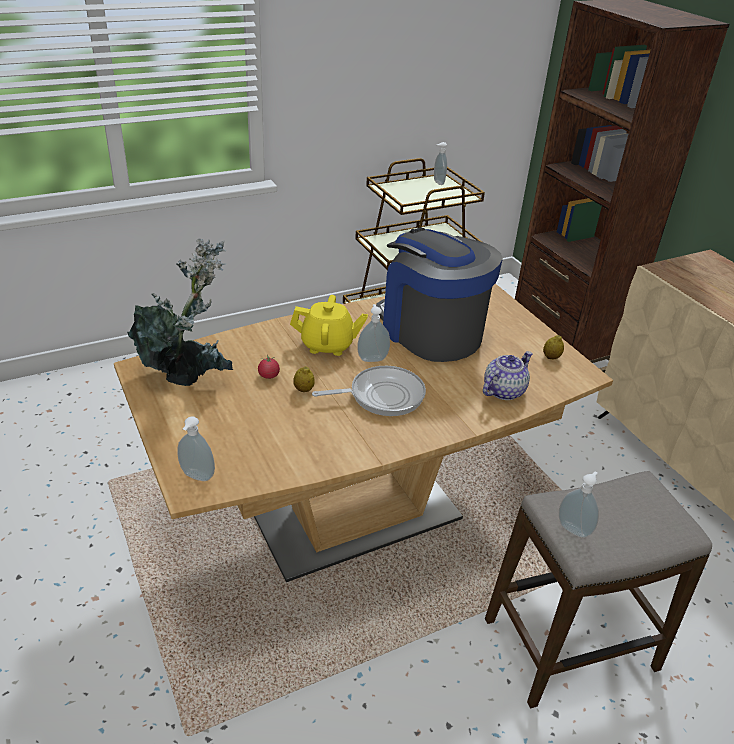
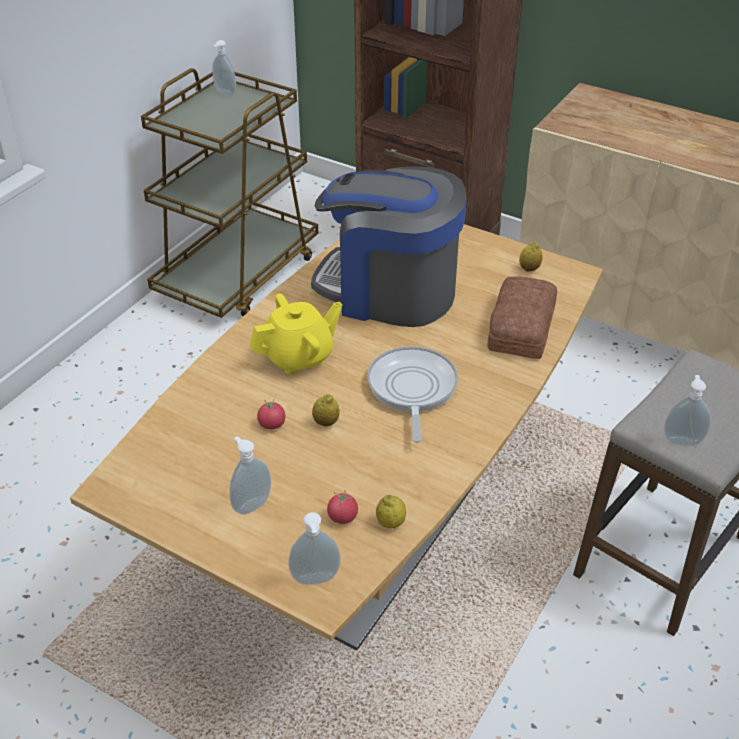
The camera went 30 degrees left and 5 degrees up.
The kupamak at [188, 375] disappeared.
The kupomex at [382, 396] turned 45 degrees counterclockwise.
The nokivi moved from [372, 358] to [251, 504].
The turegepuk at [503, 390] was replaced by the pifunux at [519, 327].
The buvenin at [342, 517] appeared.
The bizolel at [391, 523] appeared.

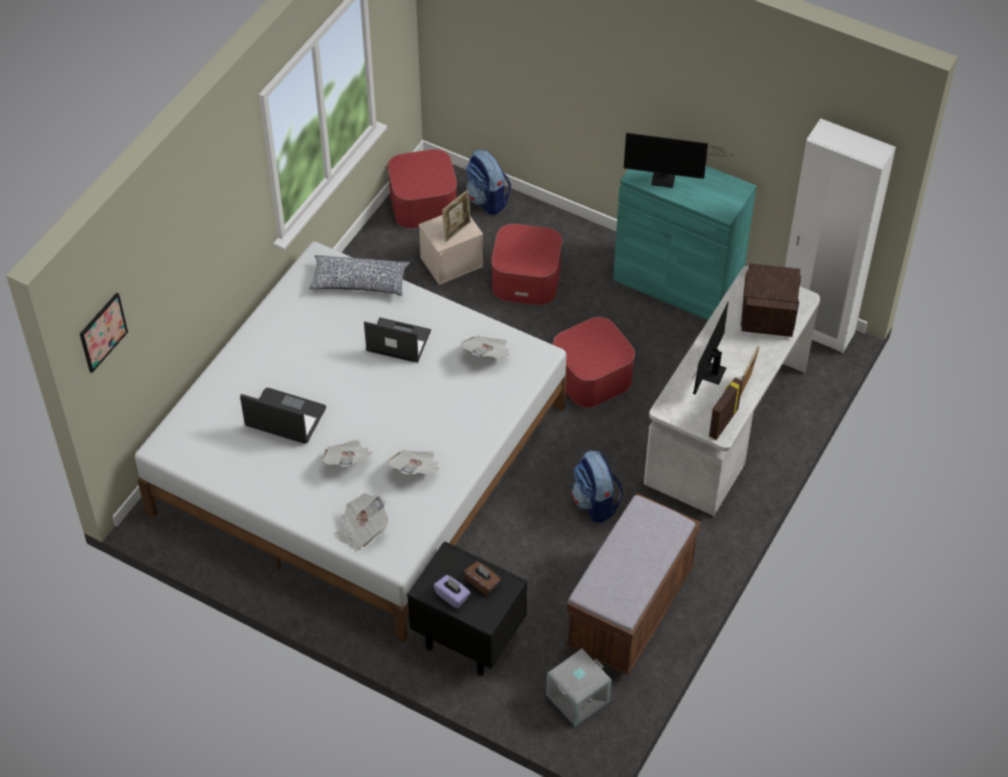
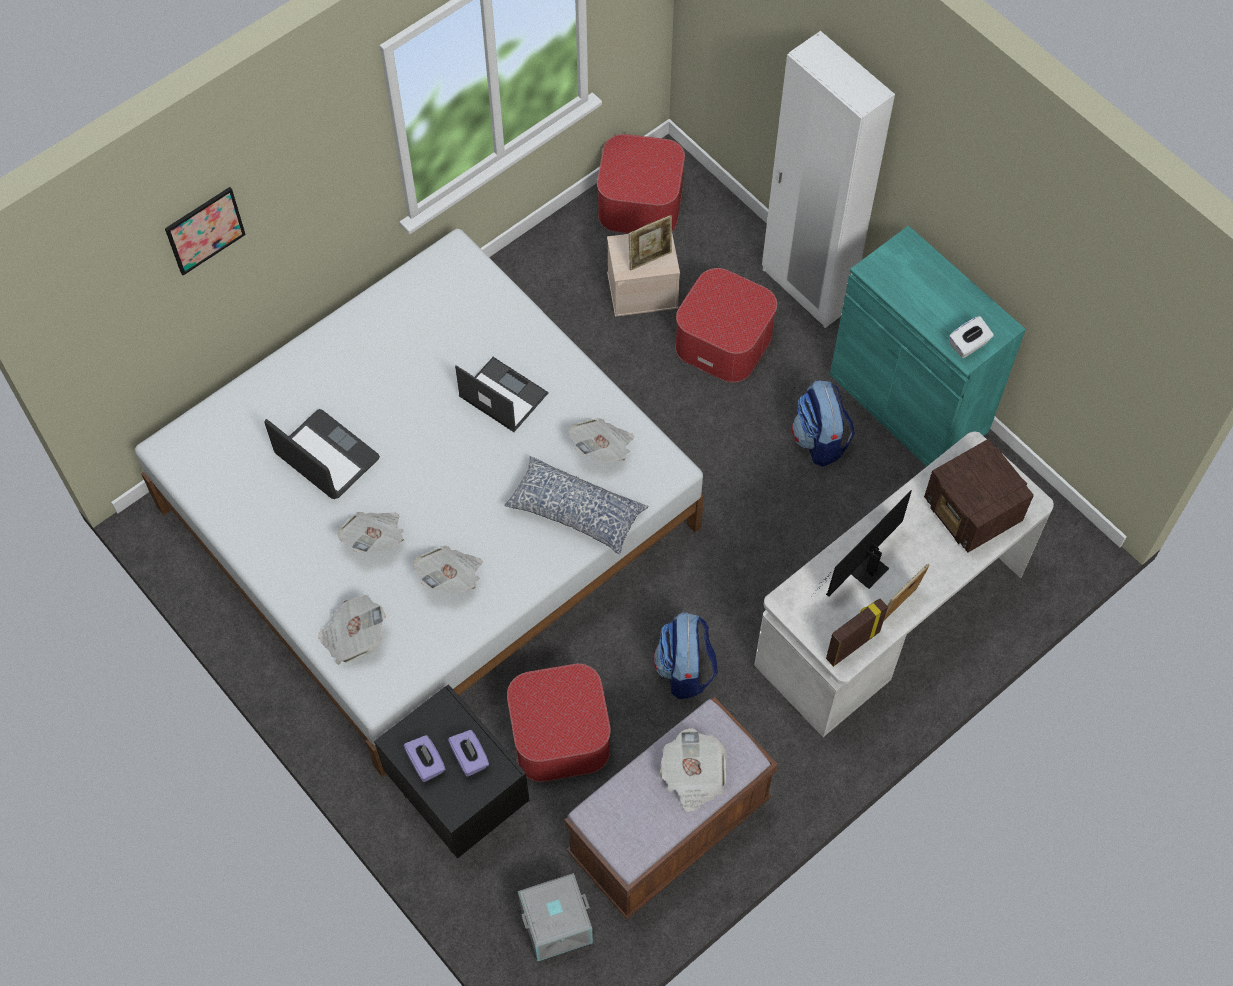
The camera went 20 degrees right and 10 degrees up.
The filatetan moved from [103, 332] to [205, 230].
The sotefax moved from [359, 282] to [575, 512].
The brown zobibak at [482, 583] became the purple zobibak at [470, 758].
The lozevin moved from [487, 200] to [820, 440].
The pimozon moved from [592, 376] to [559, 734].
The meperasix at [667, 180] disappeared.
The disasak at [767, 316] turned 60 degrees counterclockwise.
The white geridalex moved from [814, 329] to [805, 289].
The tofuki at [693, 777] appeared.
The white zobibak at [968, 345] appeared.

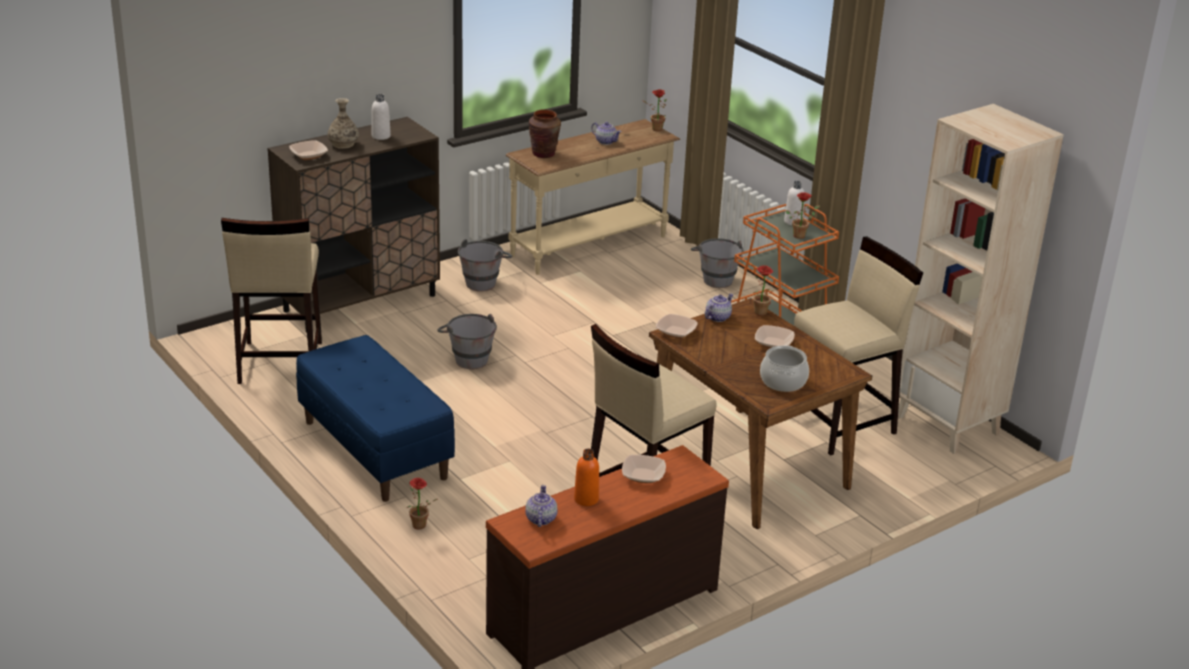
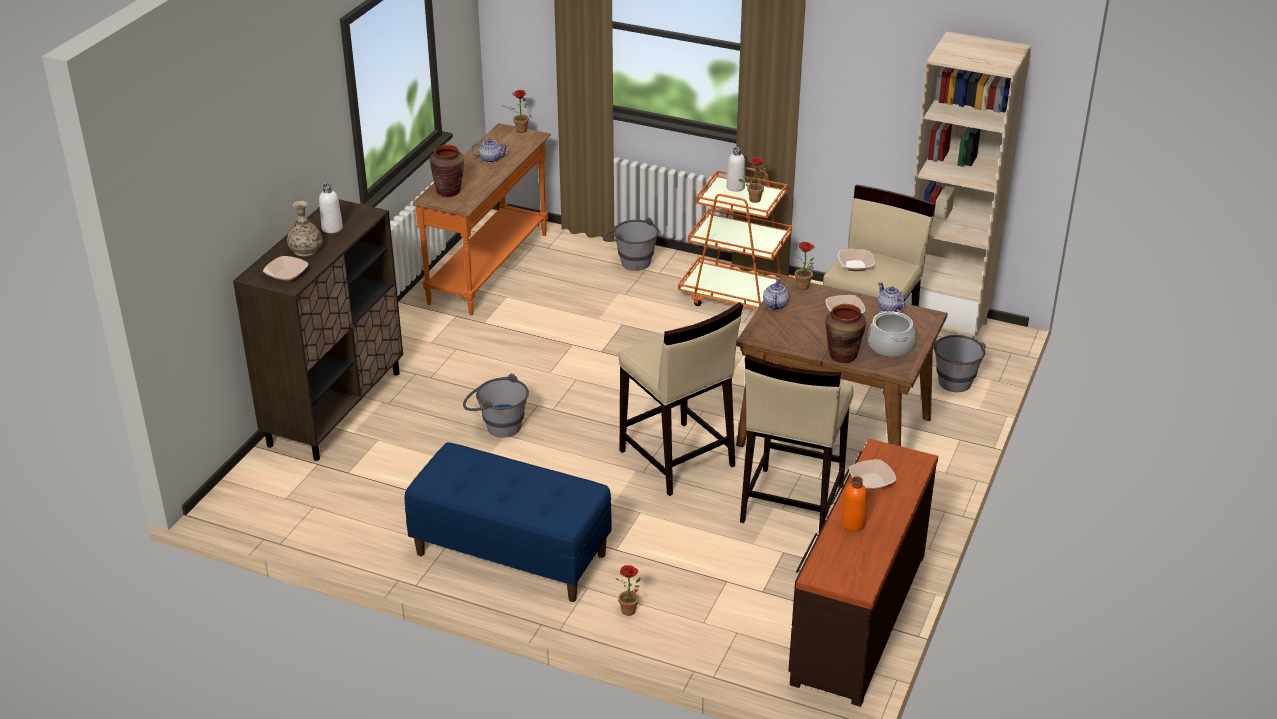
The camera went 30 degrees left and 5 degrees up.
The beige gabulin moved from [279, 363] to [677, 459].
The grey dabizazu moved from [484, 281] to [953, 378].
The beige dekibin at [590, 247] became the orange dekibin at [490, 268].
The turegepuk moved from [540, 519] to [889, 309].
The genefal moved from [676, 332] to [855, 265].
The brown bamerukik at [842, 356] appeared.

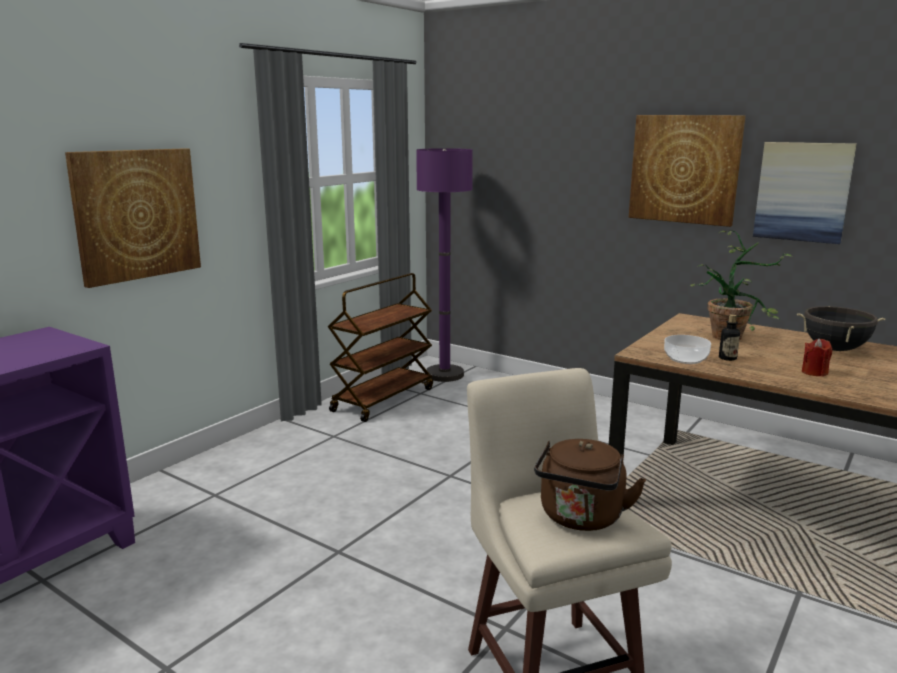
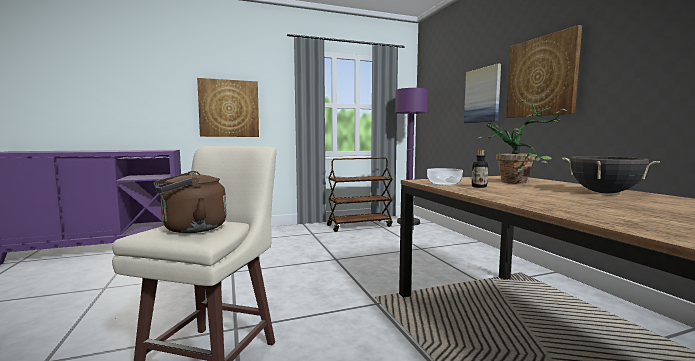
The camera went 35 degrees right and 10 degrees down.
The filatetan moved from [802, 192] to [482, 95].
The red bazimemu at [814, 372] disappeared.

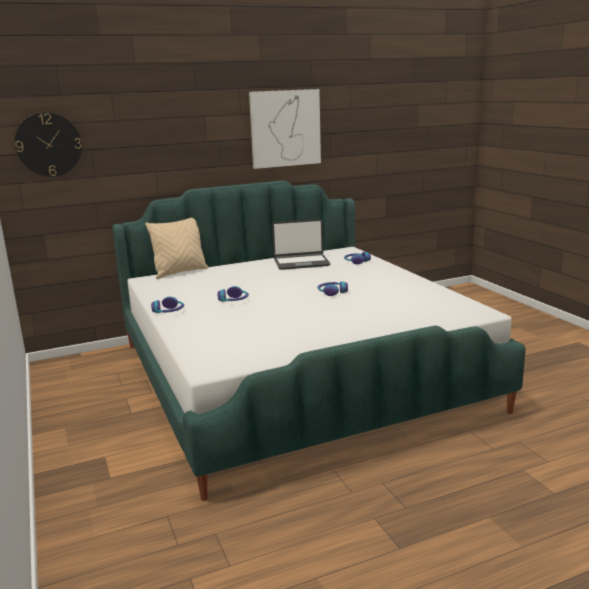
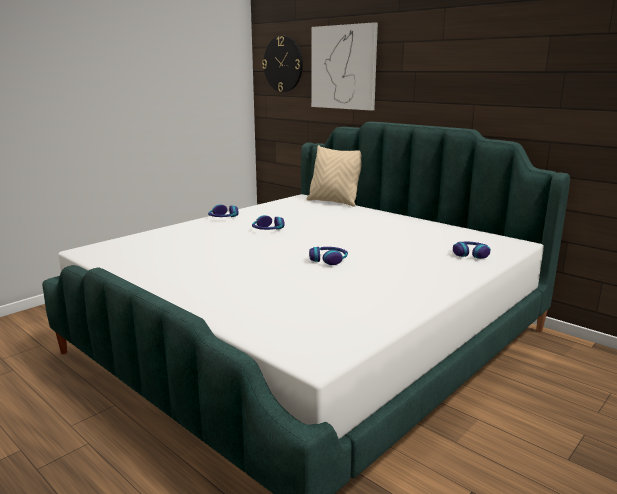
The camera went 65 degrees right and 0 degrees up.
The filatetan moved from [285, 128] to [343, 67].
The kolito at [301, 263] disappeared.

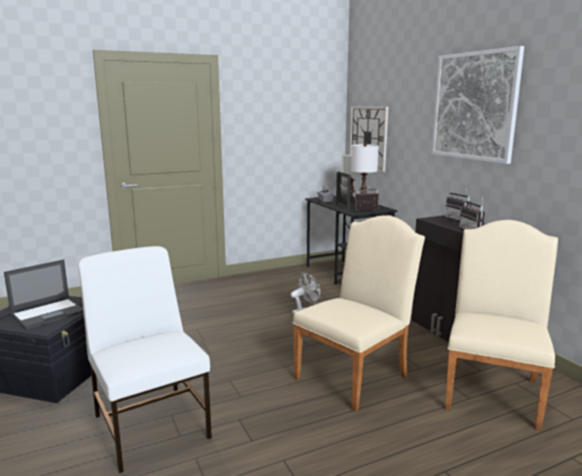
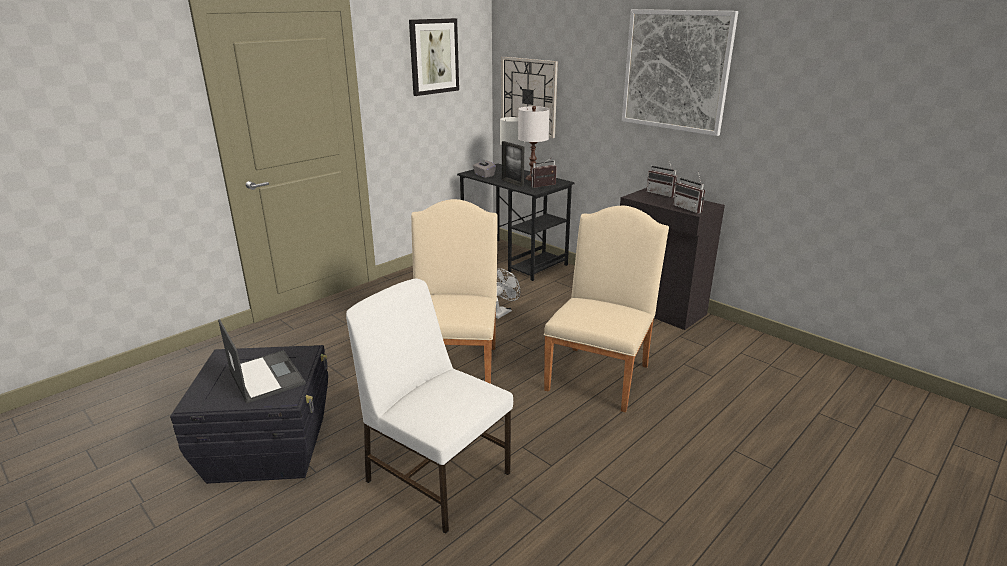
The camera went 20 degrees left and 10 degrees up.
The kolito at [49, 313] turned 60 degrees counterclockwise.
The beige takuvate moved from [493, 389] to [455, 364].
The filatetan at [434, 56] appeared.

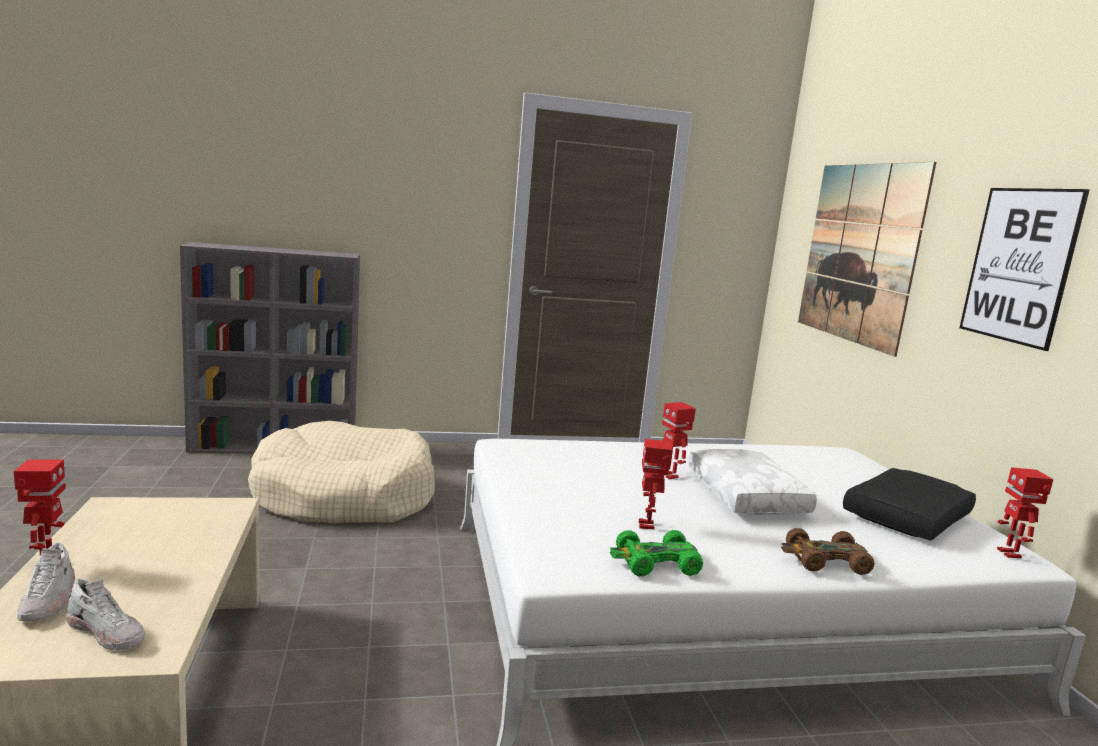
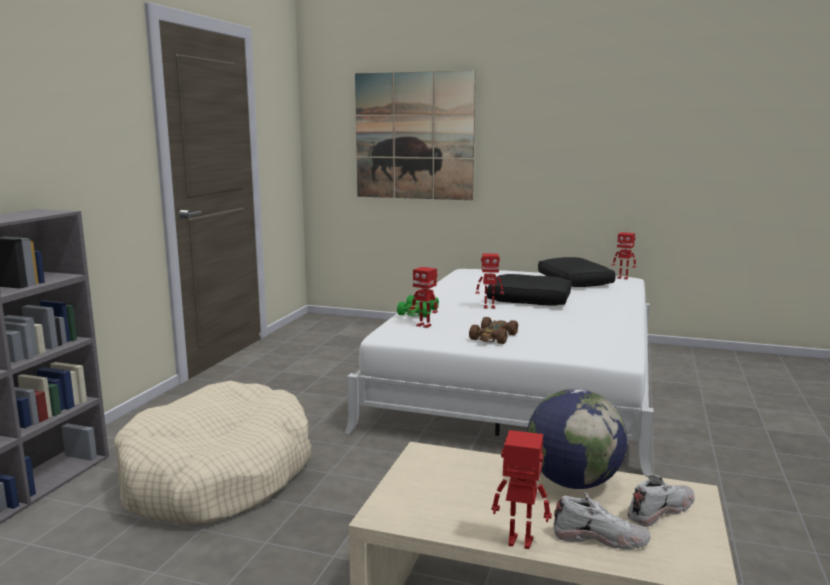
The camera went 60 degrees left and 0 degrees up.
The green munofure moved from [655, 563] to [418, 312].
The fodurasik moved from [647, 525] to [424, 325].
The white sotefax at [748, 496] became the black sotefax at [530, 300].
The brown munofure moved from [825, 561] to [493, 337].
The filatetan at [1019, 265] disappeared.
The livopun at [573, 482] appeared.

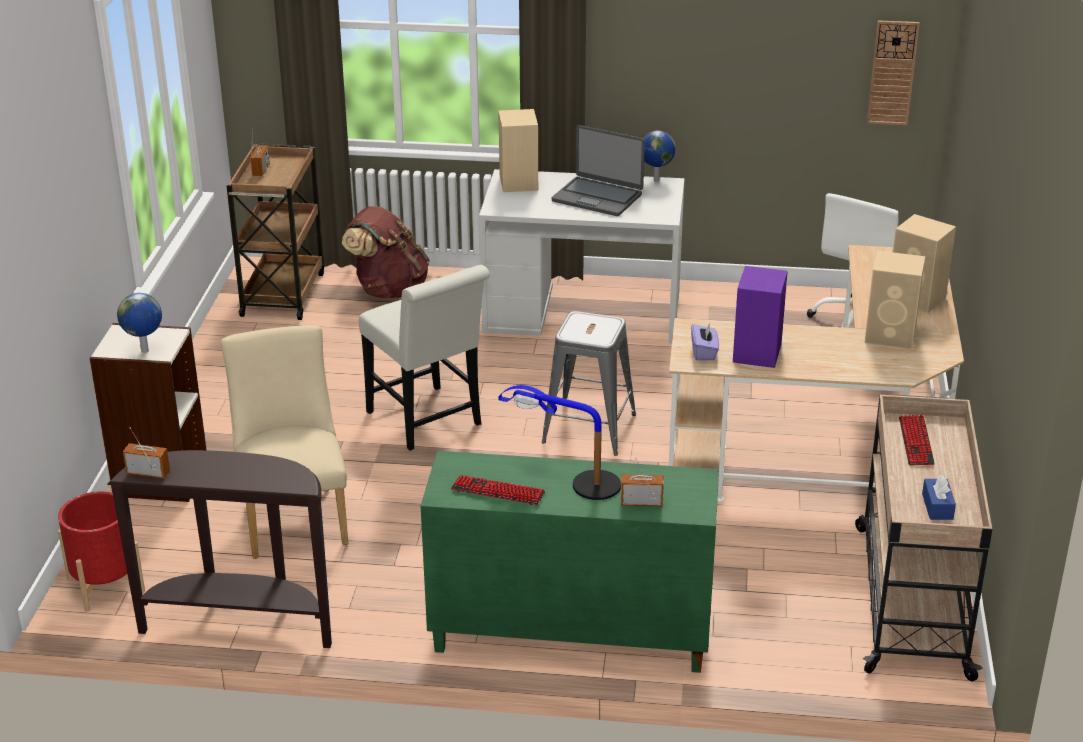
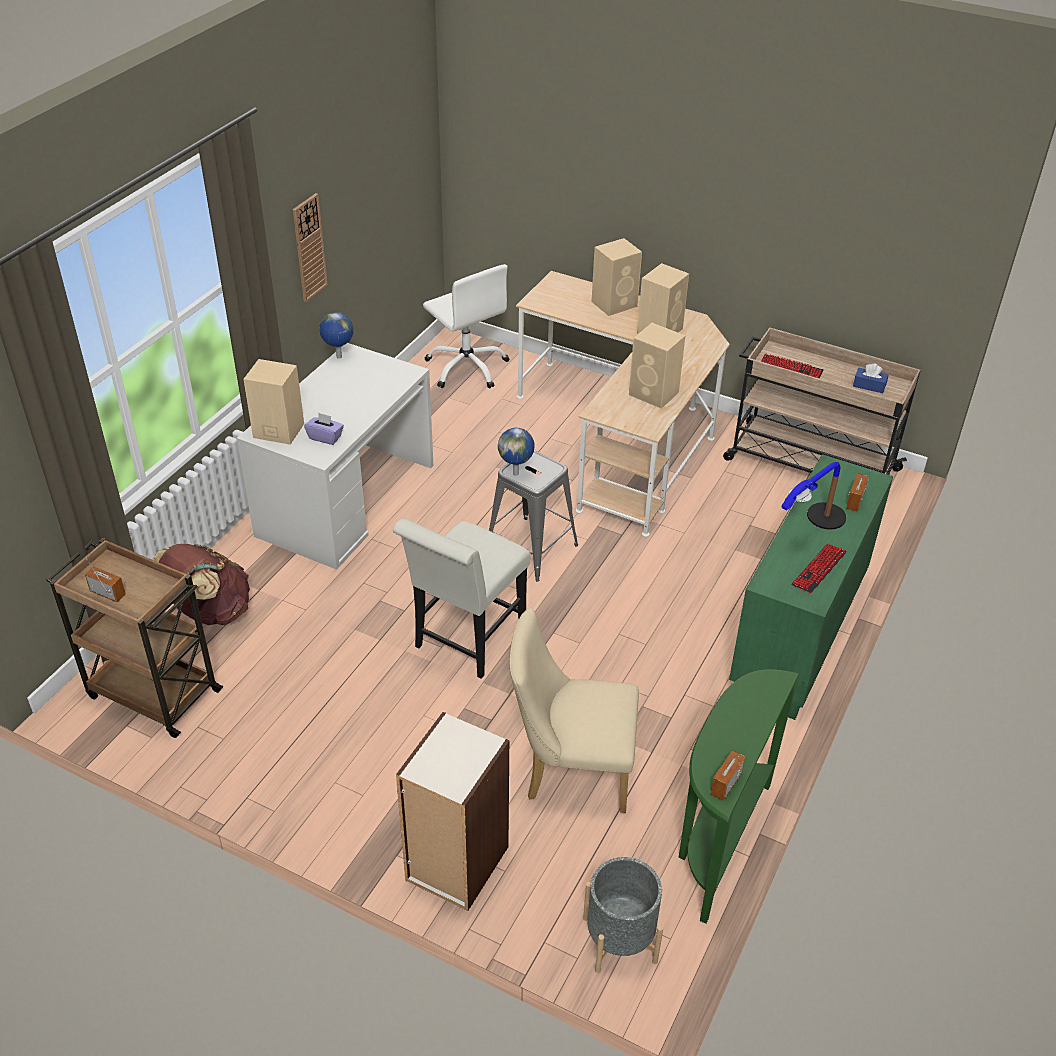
The camera went 70 degrees left and 10 degrees up.
The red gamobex at [106, 585] became the grey gamobex at [619, 939].
The brown dekibin at [240, 623] became the green dekibin at [716, 841].
The livopun moved from [145, 351] to [516, 473].
The white takuvate at [428, 422] turned 135 degrees clockwise.
The kolito at [597, 197] disappeared.
The purple zobibak moved from [704, 352] to [325, 437].
The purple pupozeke at [757, 354] became the beige pupozeke at [654, 394].
The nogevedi moved from [892, 73] to [309, 248].

